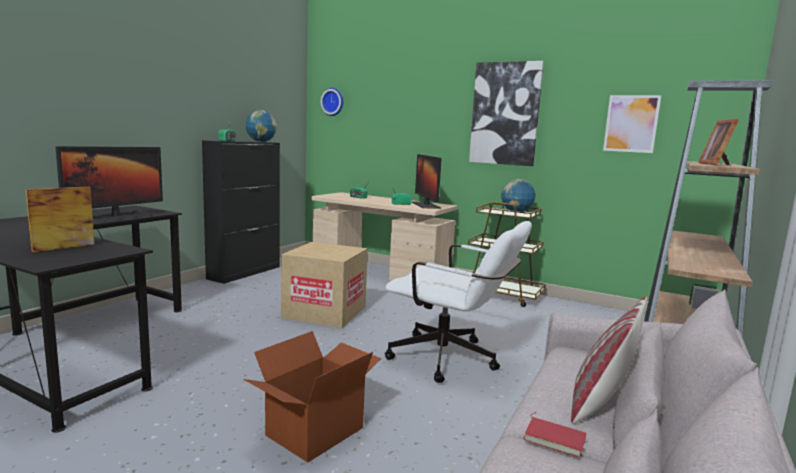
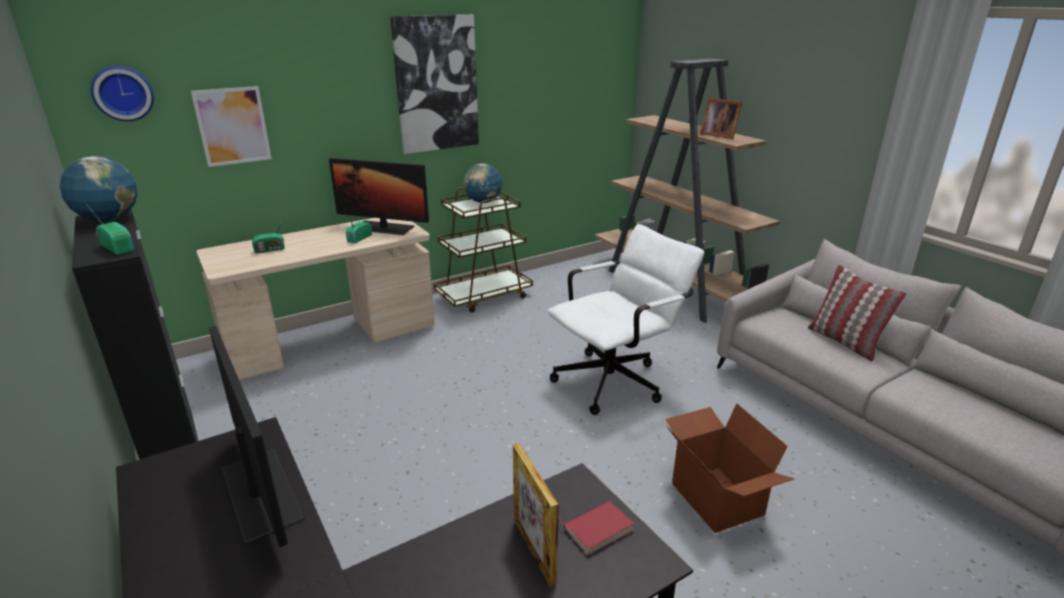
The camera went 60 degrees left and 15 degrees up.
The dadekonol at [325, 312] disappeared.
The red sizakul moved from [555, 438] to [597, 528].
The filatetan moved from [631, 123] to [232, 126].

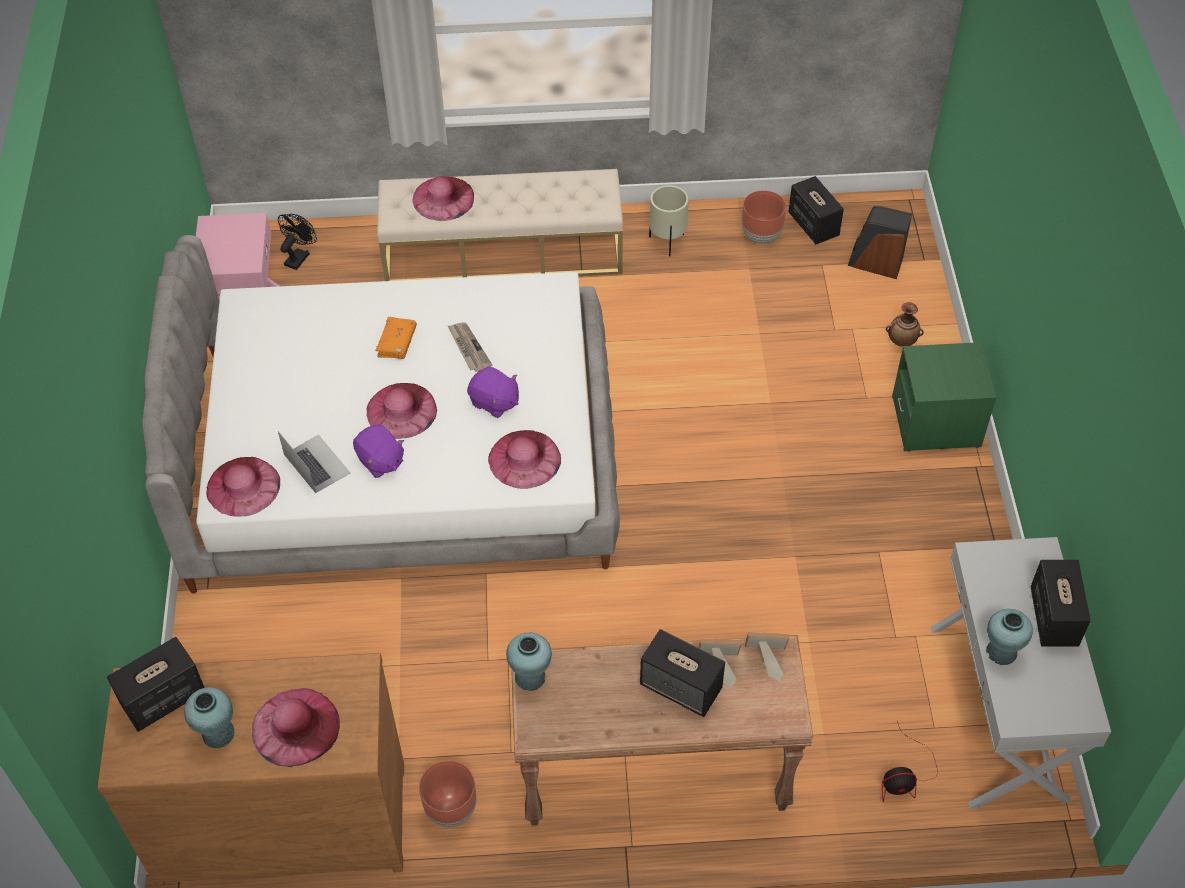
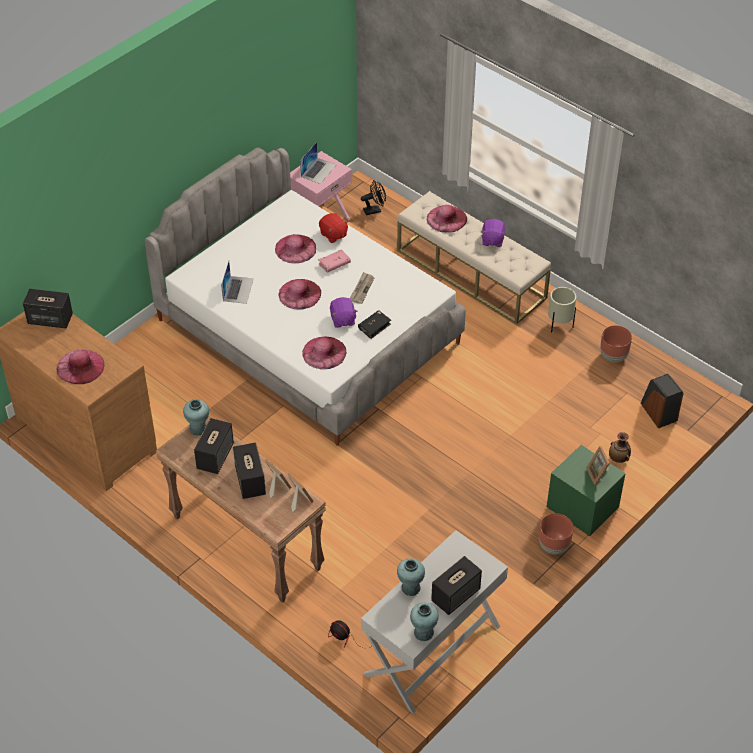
The camera went 45 degrees right and 5 degrees down.
The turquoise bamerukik moved from [218, 733] to [423, 632].
The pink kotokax moved from [243, 486] to [295, 248].
The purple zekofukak moved from [380, 461] to [492, 240].
The orange sizakul at [397, 342] became the pink sizakul at [334, 264].
The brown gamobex moved from [450, 809] to [553, 546].
The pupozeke moved from [813, 224] to [215, 456].
The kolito at [318, 170] appeared.
The red zekofukak at [333, 235] appeared.
The black sizakul at [374, 327] appeared.
The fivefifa at [599, 474] appeared.

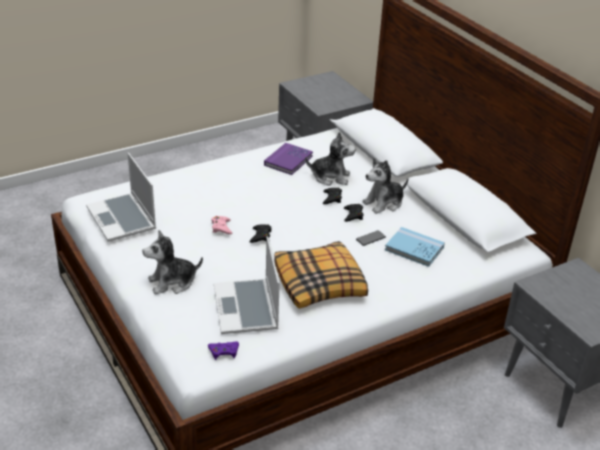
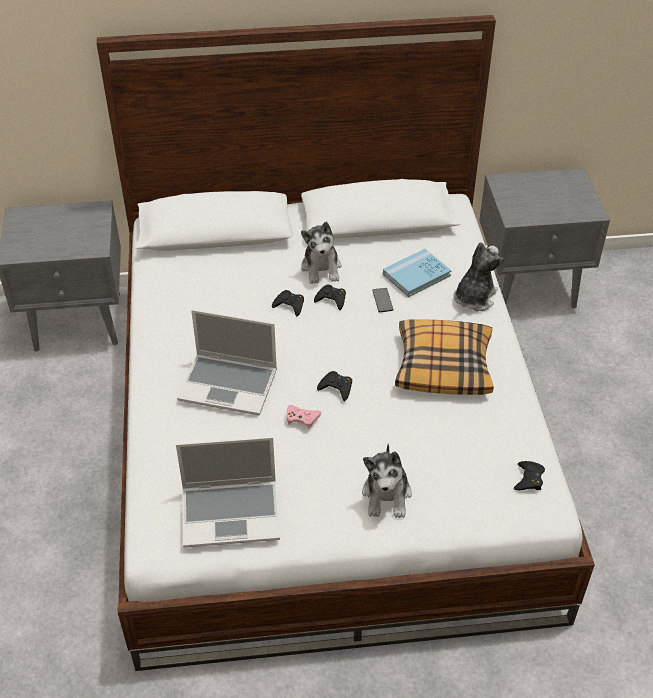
The camera went 65 degrees left and 10 degrees up.
The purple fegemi at [224, 352] became the black fegemi at [529, 479].
The kolito moved from [247, 309] to [230, 385].
The purple sizakul at [288, 161] disappeared.
The zekofukak moved from [330, 177] to [474, 298].

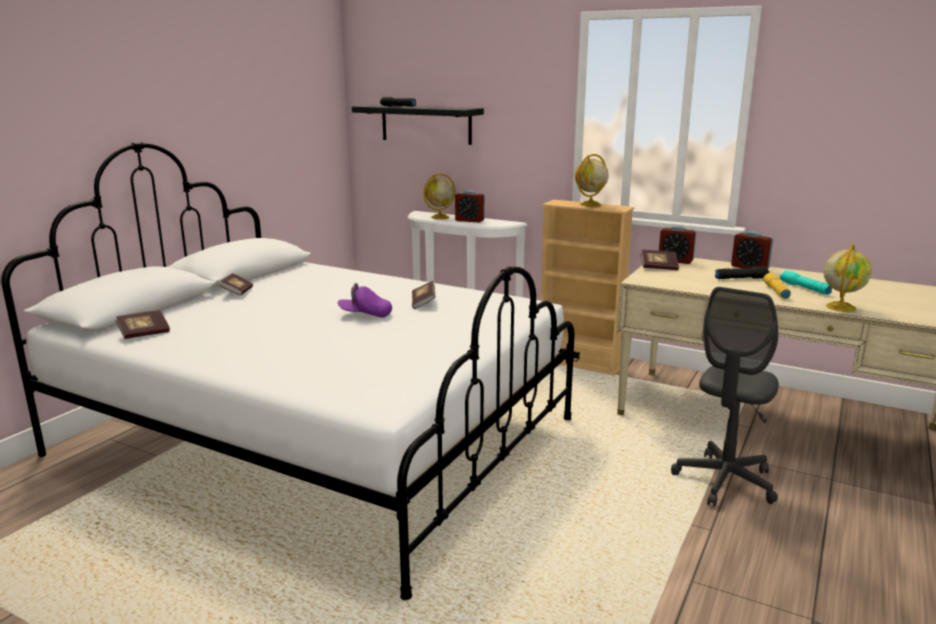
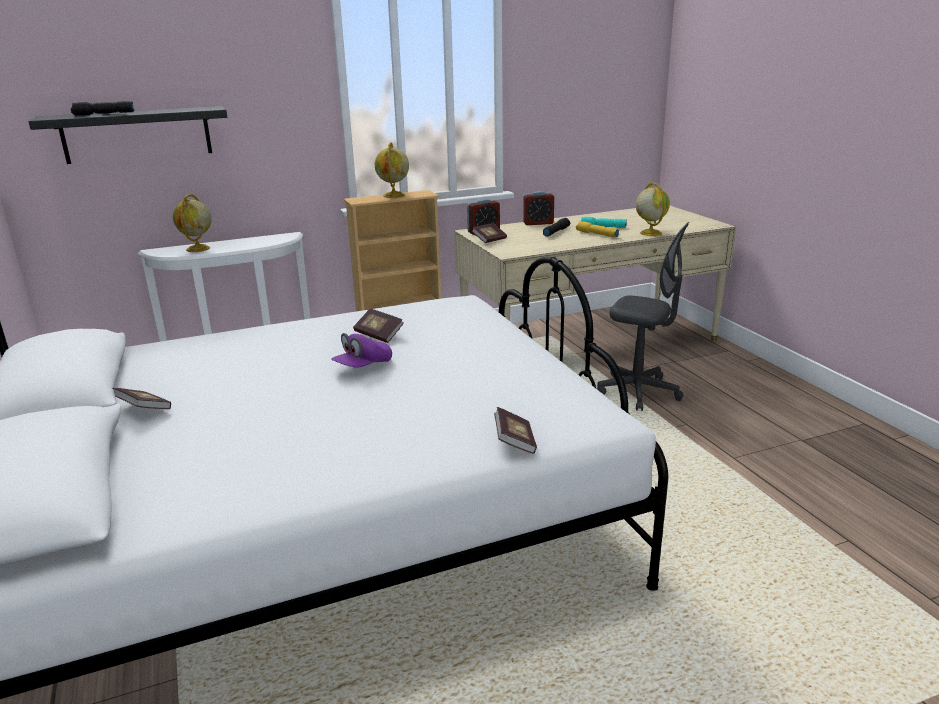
The camera went 50 degrees left and 5 degrees up.
The sizakul moved from [144, 333] to [514, 442].
The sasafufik at [469, 220] disappeared.
The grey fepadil at [725, 481] turned 45 degrees counterclockwise.

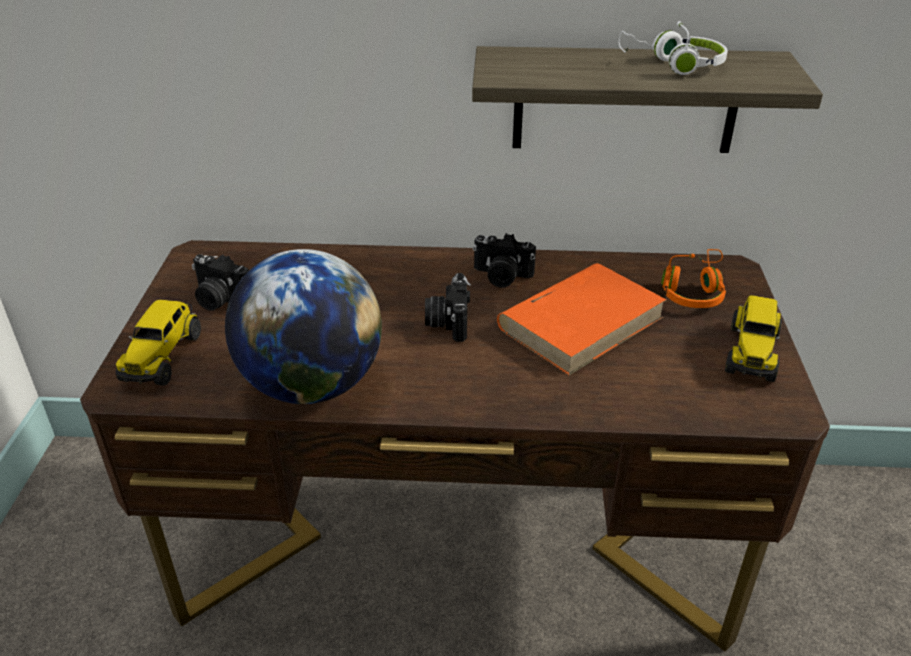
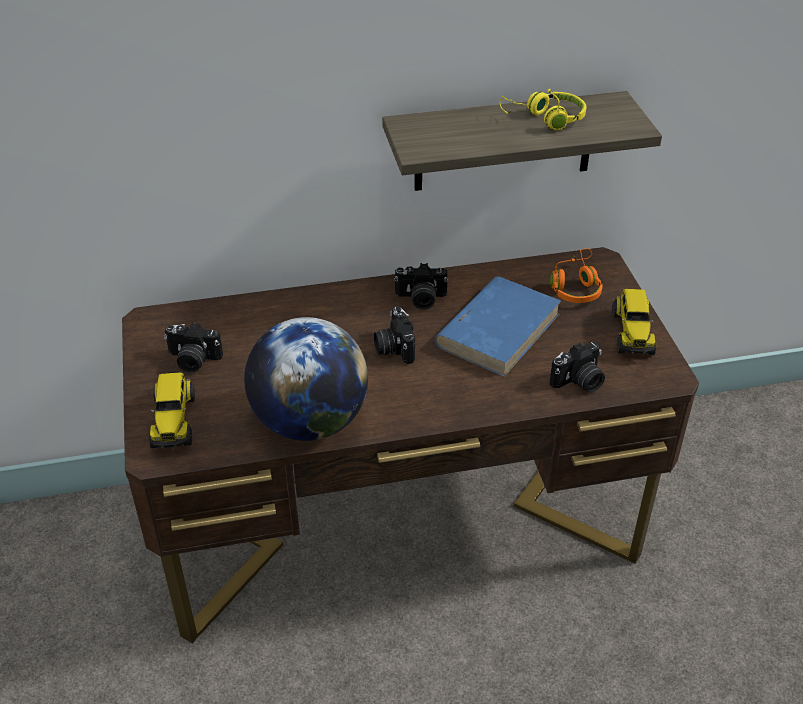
The camera went 15 degrees left and 5 degrees up.
The orange sizakul at [581, 322] became the blue sizakul at [498, 329].
The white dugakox at [673, 65] became the yellow dugakox at [545, 118].
The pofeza at [579, 382] appeared.

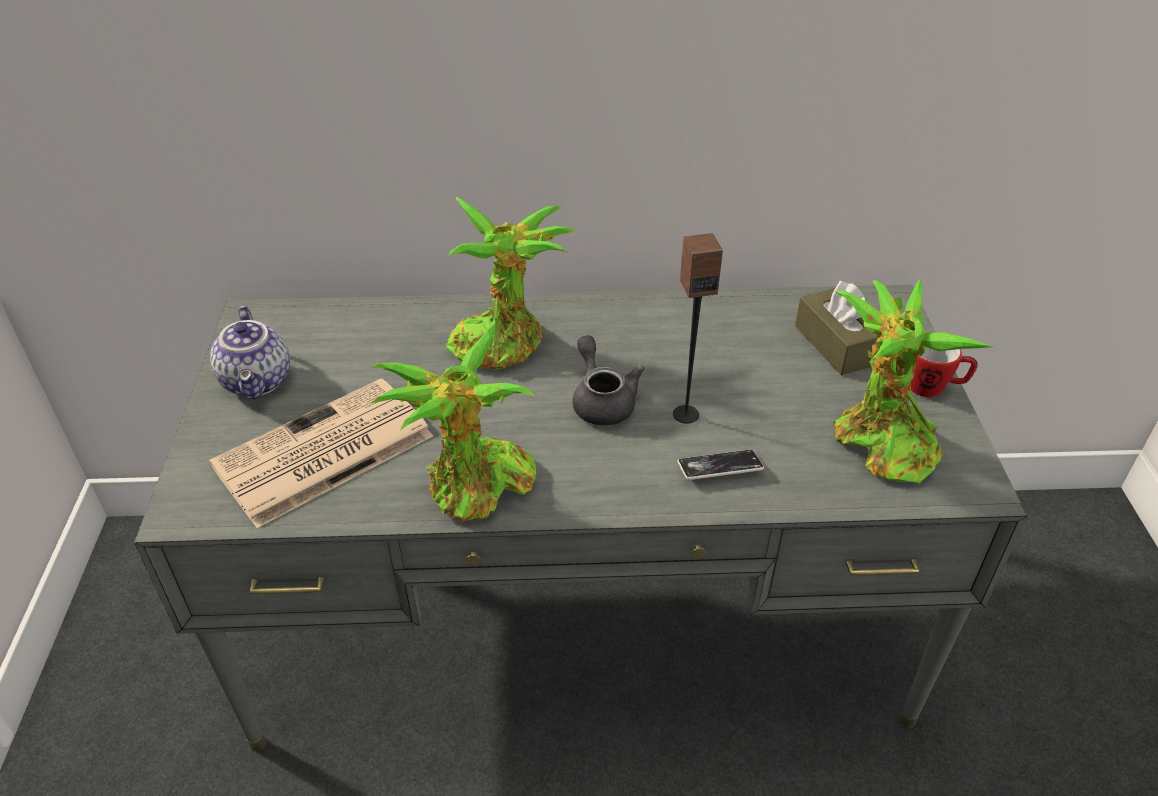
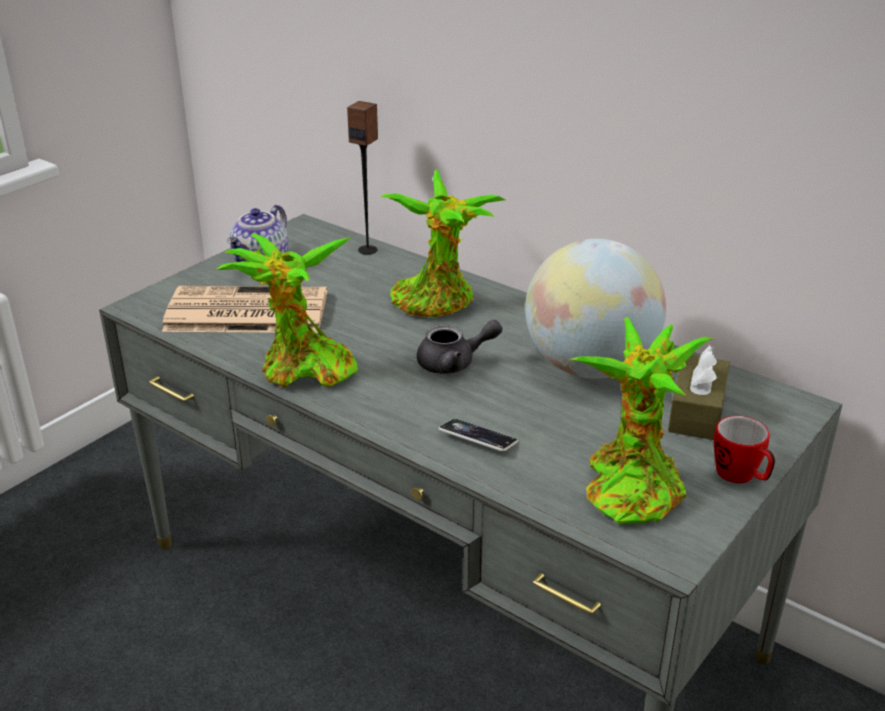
The camera went 40 degrees right and 10 degrees down.
The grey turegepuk at [602, 400] turned 60 degrees clockwise.
The pupozeke moved from [685, 414] to [368, 250].
The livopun at [589, 367] appeared.

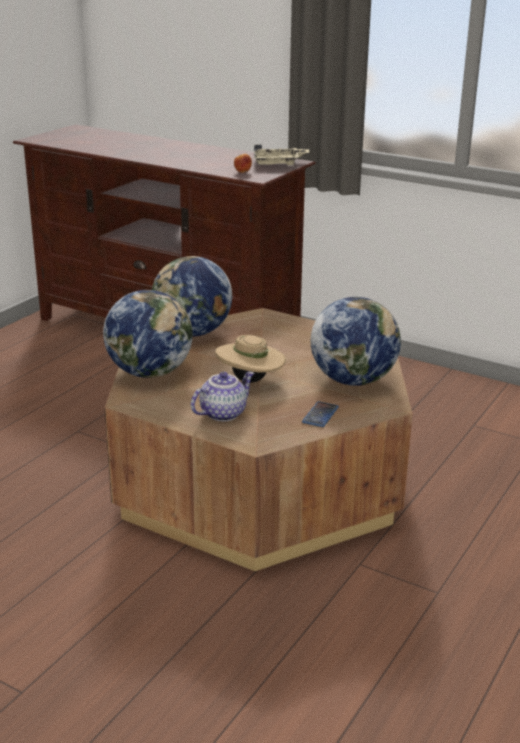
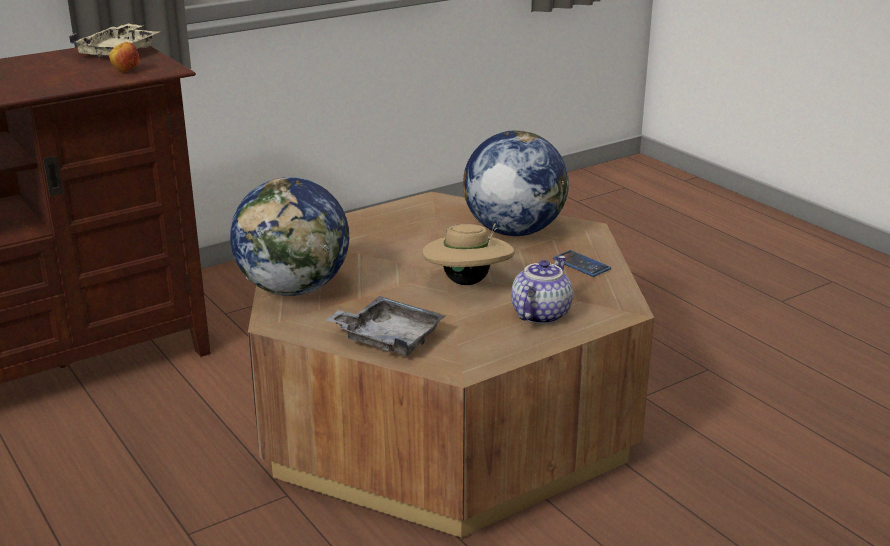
The camera went 65 degrees left and 0 degrees up.
The livopun at [150, 372] was replaced by the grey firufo at [388, 338].
The turegepuk at [222, 413] turned 45 degrees clockwise.

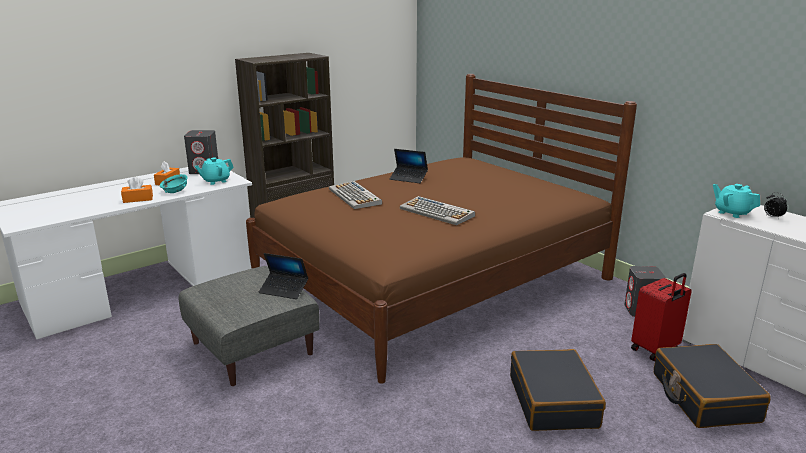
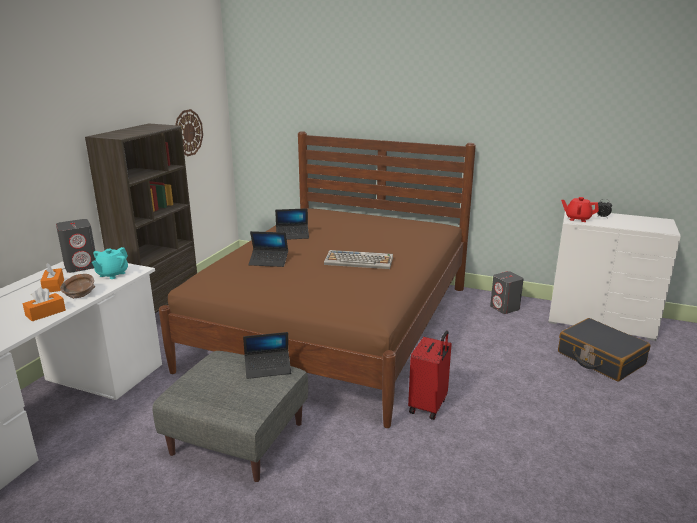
The camera went 30 degrees left and 0 degrees up.
The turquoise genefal at [175, 191] became the brown genefal at [79, 294].
The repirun at [355, 196] was replaced by the kolito at [269, 261].
The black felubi at [553, 401] disappeared.
The red felubi moved from [655, 350] to [429, 406].
The turquoise turegepuk at [732, 212] became the red turegepuk at [577, 219].
The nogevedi at [188, 132] appeared.

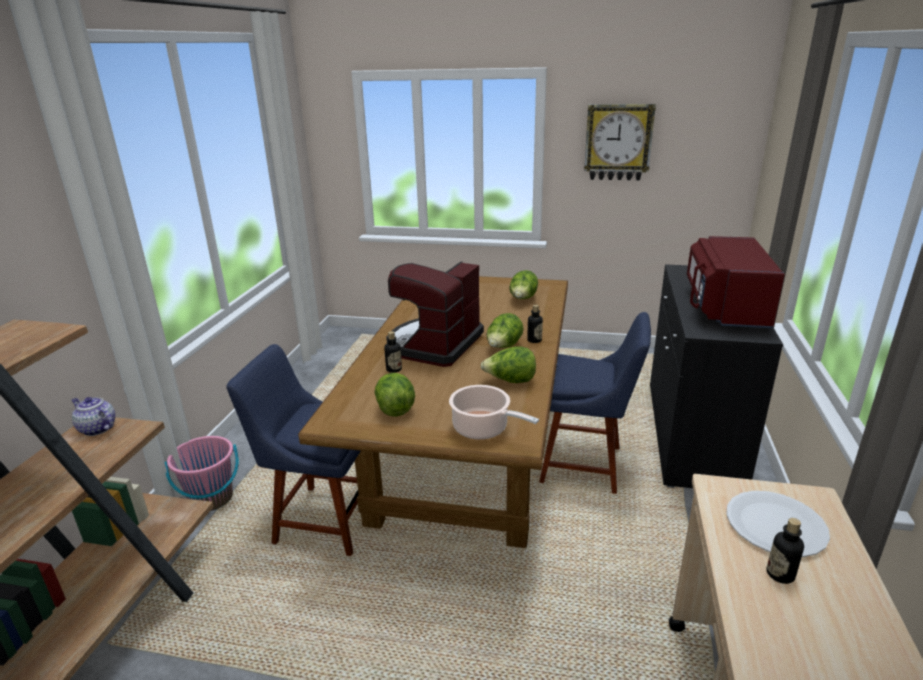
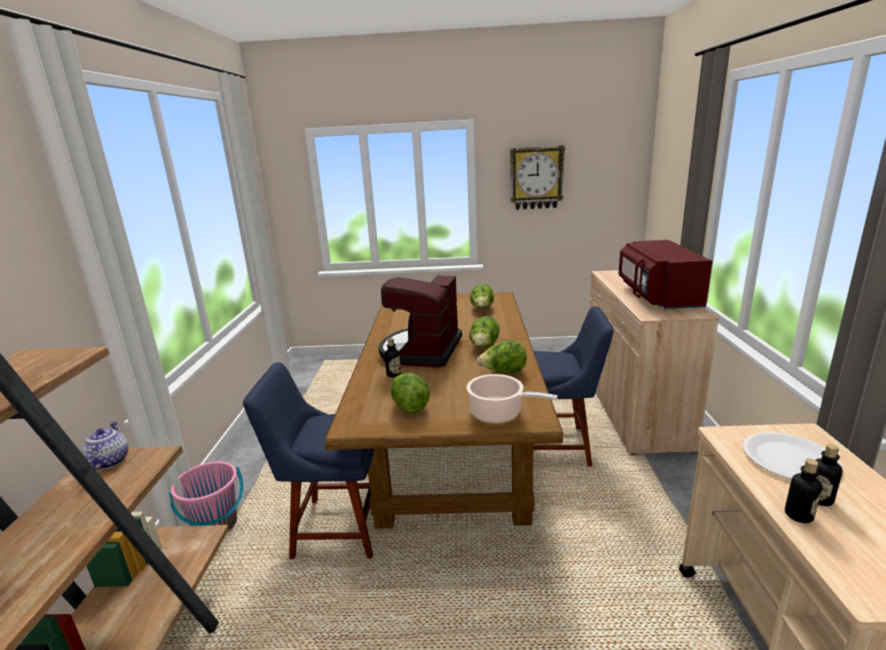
The camera went 10 degrees left and 5 degrees down.
The turegepuk at [97, 429] turned 60 degrees clockwise.
The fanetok moved from [534, 340] to [798, 515].
The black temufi at [691, 434] became the beige temufi at [633, 410].

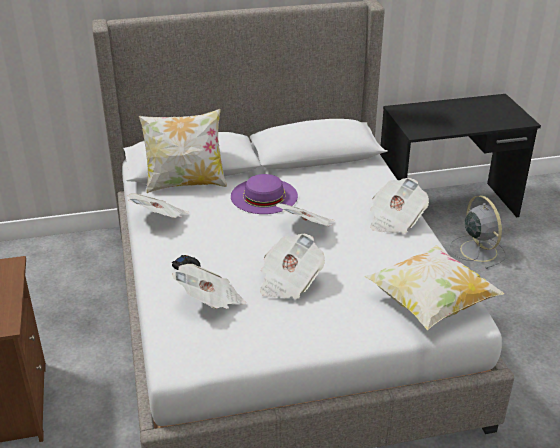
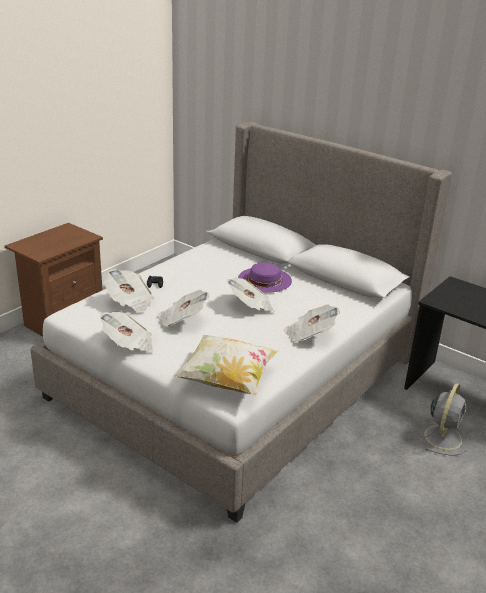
The camera went 50 degrees right and 5 degrees down.
The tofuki moved from [160, 219] to [129, 344].
The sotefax at [186, 183] disappeared.

